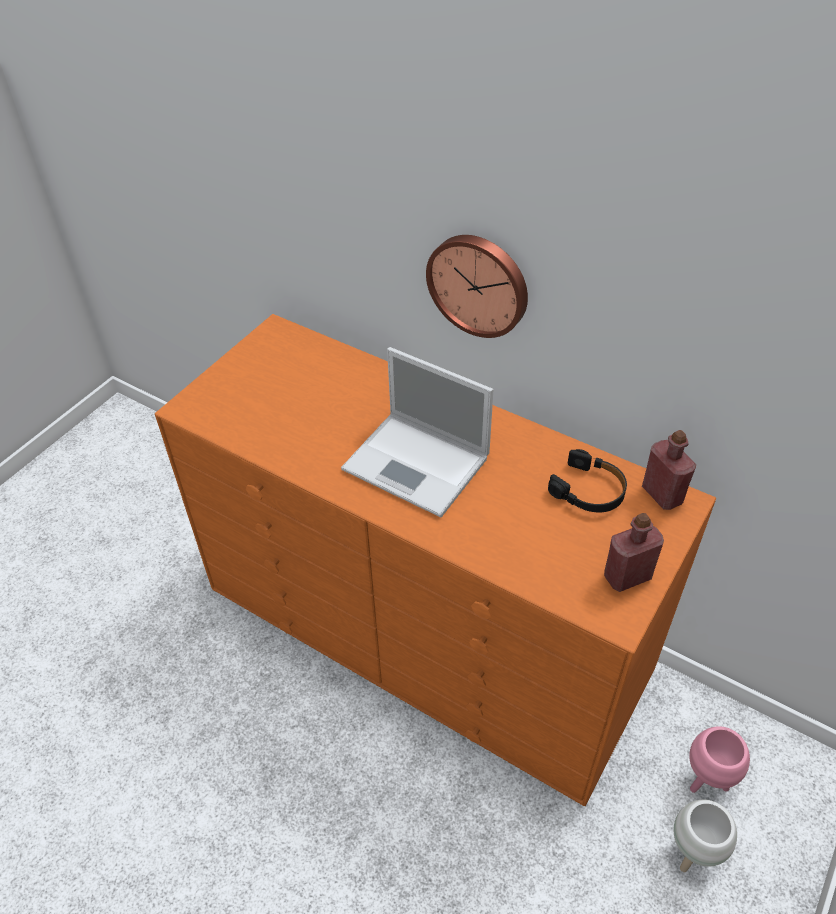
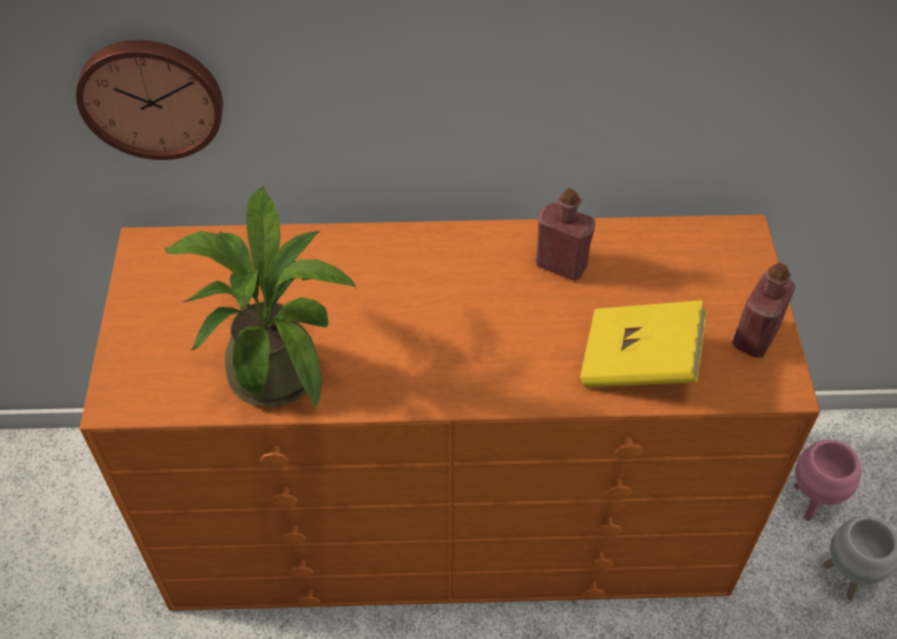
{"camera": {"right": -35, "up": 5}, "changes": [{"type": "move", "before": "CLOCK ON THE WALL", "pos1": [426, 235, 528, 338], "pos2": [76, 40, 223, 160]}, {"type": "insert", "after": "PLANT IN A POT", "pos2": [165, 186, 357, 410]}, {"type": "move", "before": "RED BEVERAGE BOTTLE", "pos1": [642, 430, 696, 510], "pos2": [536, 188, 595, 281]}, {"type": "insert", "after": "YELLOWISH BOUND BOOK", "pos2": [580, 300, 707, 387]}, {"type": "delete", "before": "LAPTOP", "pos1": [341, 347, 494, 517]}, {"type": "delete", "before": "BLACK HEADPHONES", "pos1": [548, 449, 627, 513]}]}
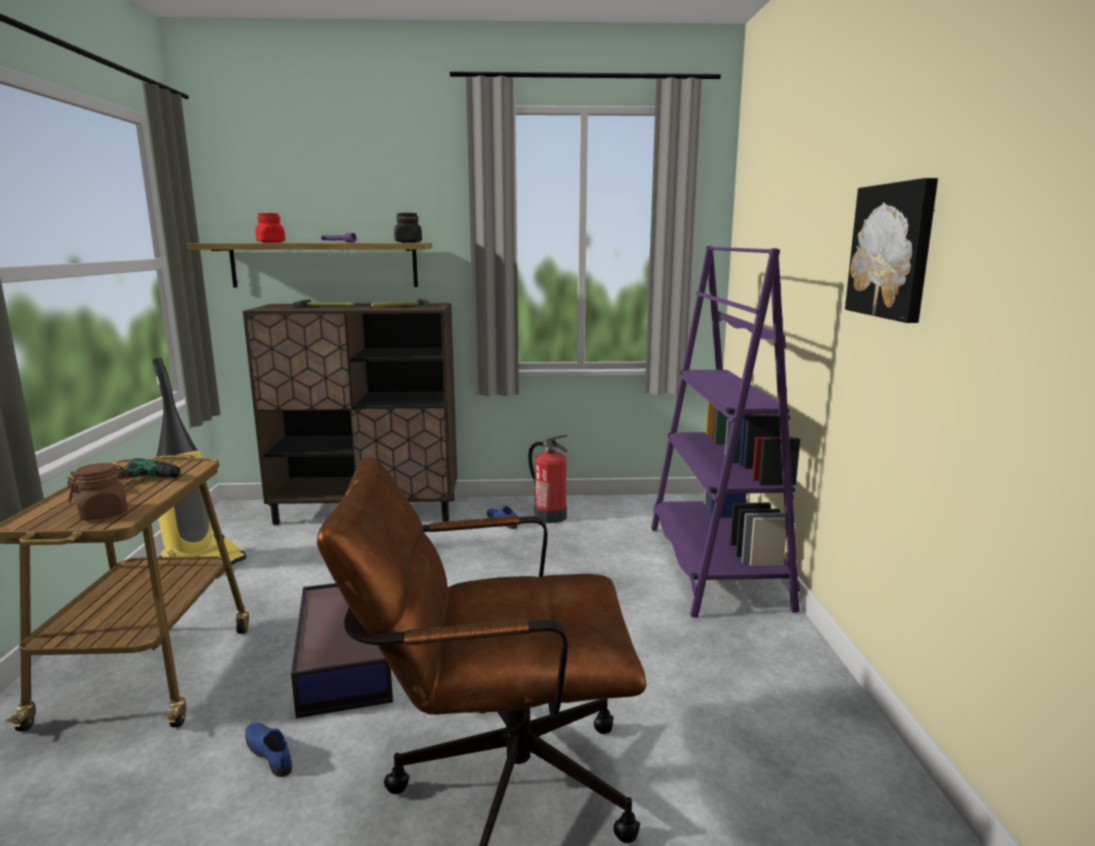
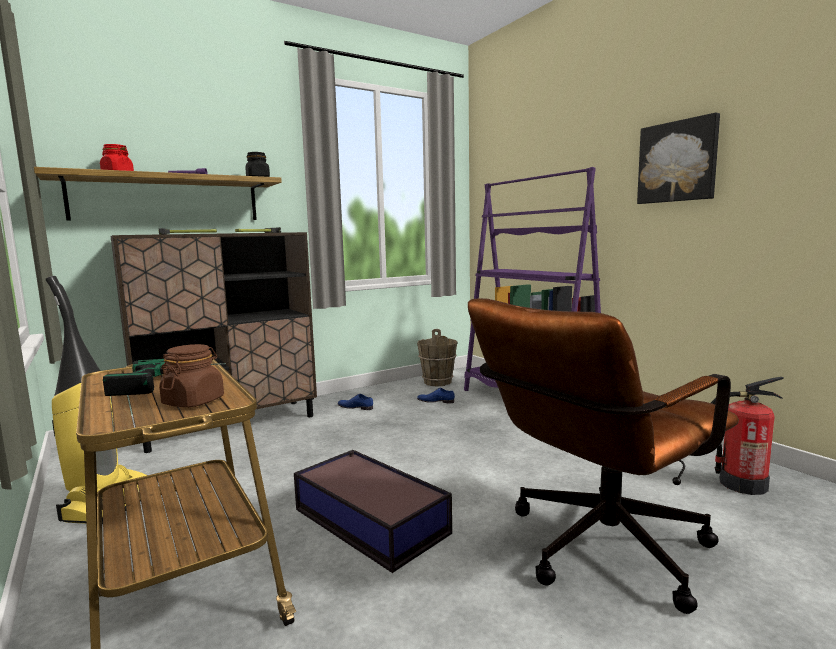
{"camera": {"right": -30, "up": -5}, "changes": [{"type": "insert", "after": "BROWN-COLOURED WATER BUCKET", "pos2": [417, 329, 457, 387]}, {"type": "move", "before": "BLUE-COLOURED SHOE", "pos1": [245, 723, 292, 777], "pos2": [417, 388, 455, 403]}, {"type": "move", "before": "EXTINGUISHER", "pos1": [528, 435, 568, 523], "pos2": [711, 377, 784, 495]}]}
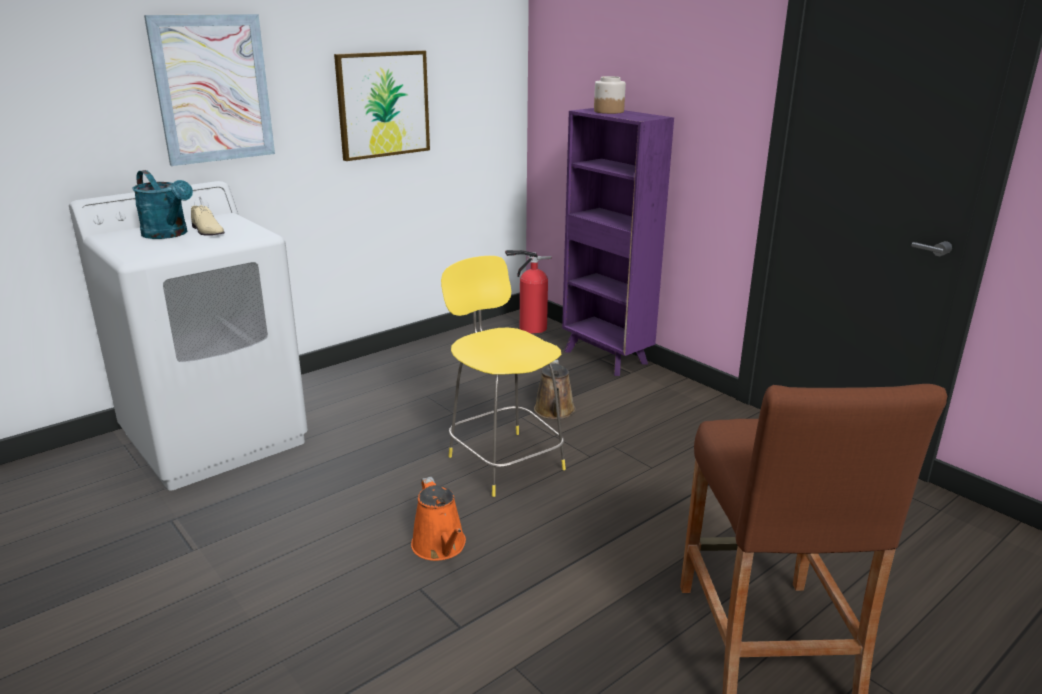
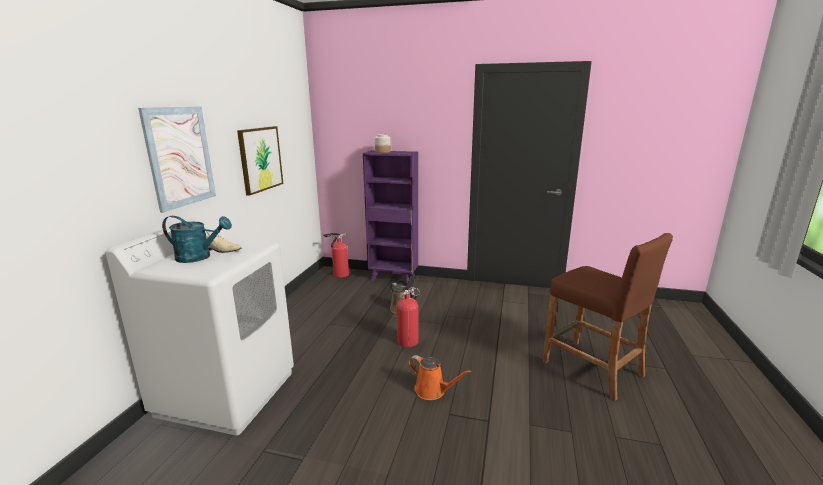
{"camera": {"right": -35, "up": -5}, "changes": [{"type": "replace", "before": "YELLOWISH STOOL SEAT", "after": "EXTINGUISHER", "pos1": [441, 256, 566, 497], "pos2": [397, 276, 420, 347]}]}
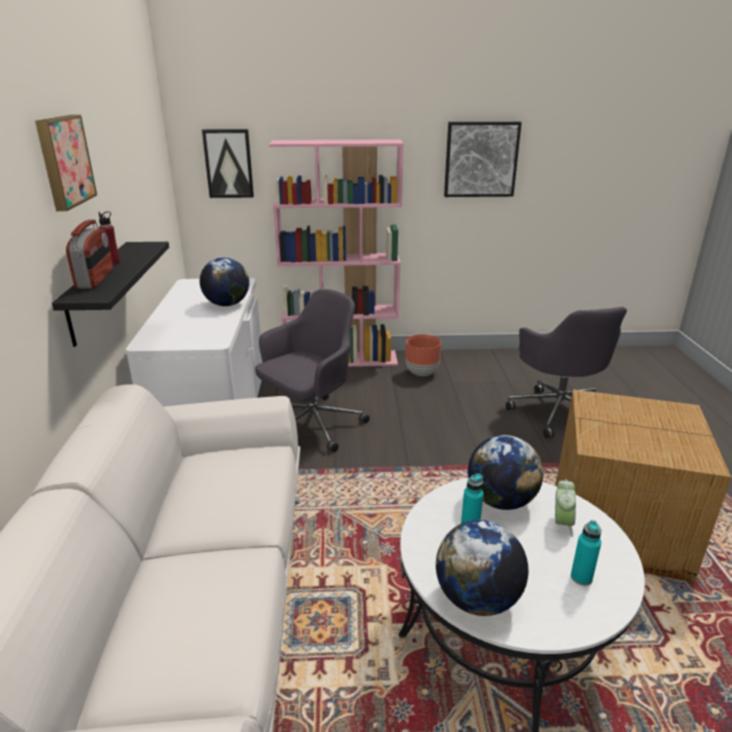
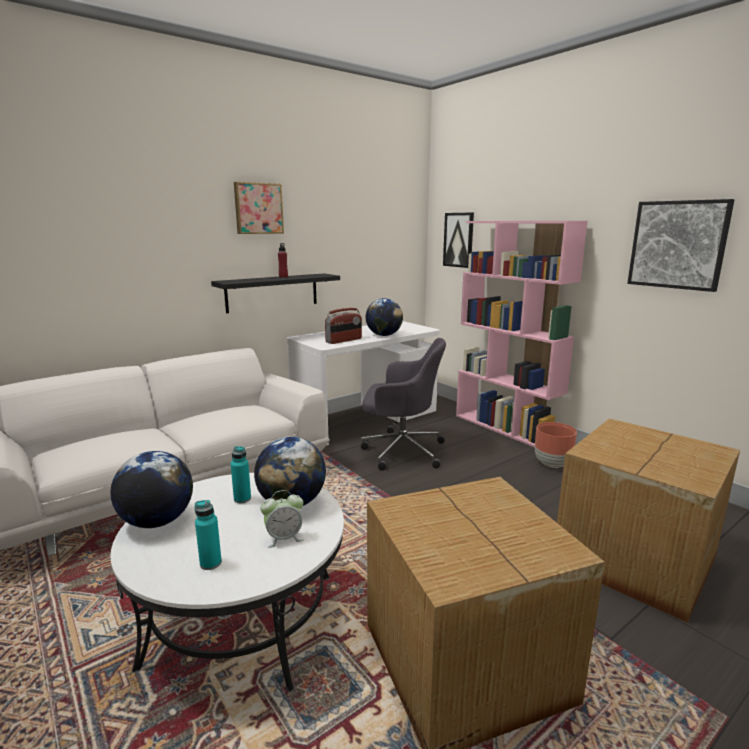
{"camera": {"right": 55, "up": -10}, "changes": [{"type": "move", "before": "RADIO", "pos1": [66, 219, 113, 289], "pos2": [325, 308, 362, 344]}, {"type": "replace", "before": "GREY DESK CHAIR", "after": "PACKING BOX", "pos1": [506, 307, 627, 438], "pos2": [557, 418, 740, 623]}]}
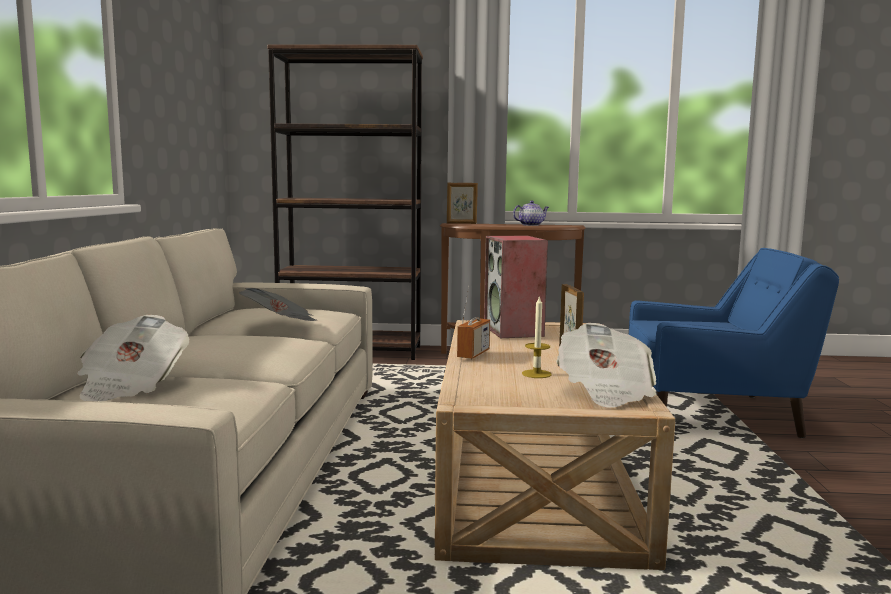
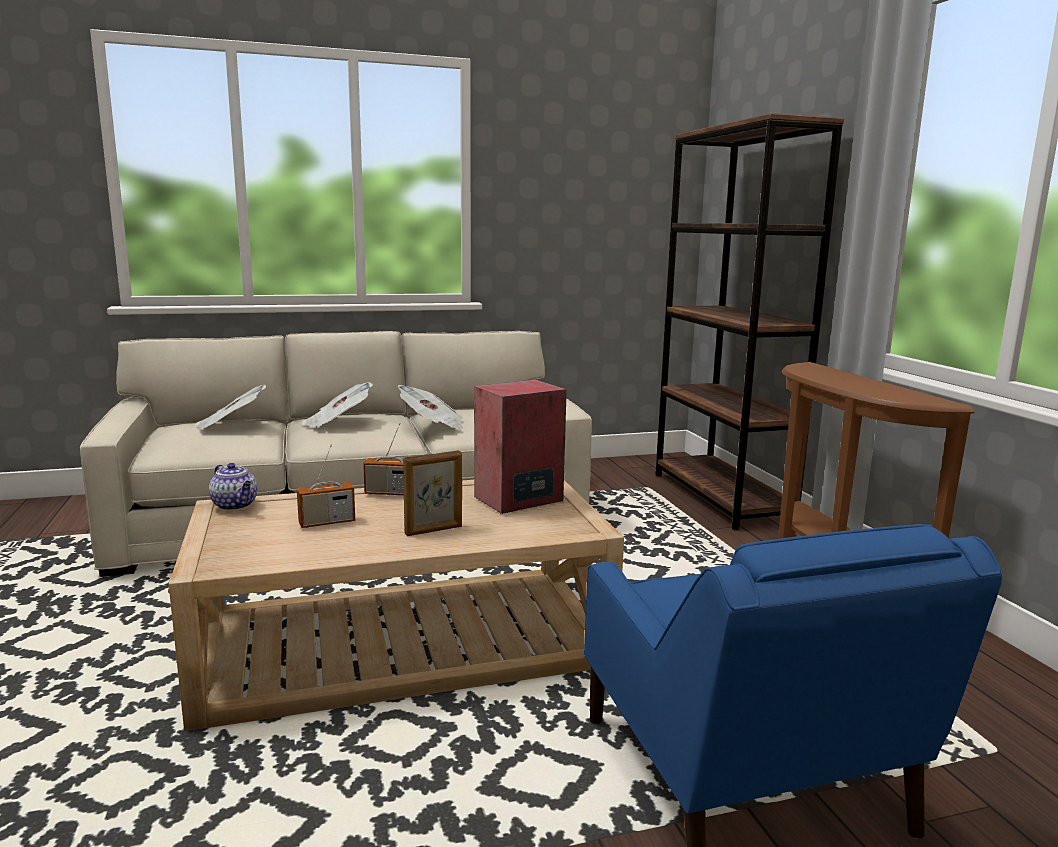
{"camera": {"right": 70, "up": 5}, "changes": [{"type": "move", "before": "POT FOR TEA", "pos1": [513, 200, 549, 226], "pos2": [209, 463, 258, 510]}, {"type": "replace", "before": "WAX LIGHT", "after": "RADIO", "pos1": [522, 295, 552, 378], "pos2": [297, 444, 355, 528]}, {"type": "move", "before": "PRINTED PAPER", "pos1": [556, 323, 656, 408], "pos2": [301, 382, 373, 428]}, {"type": "delete", "before": "PHOTO FRAME", "pos1": [447, 183, 478, 224]}]}
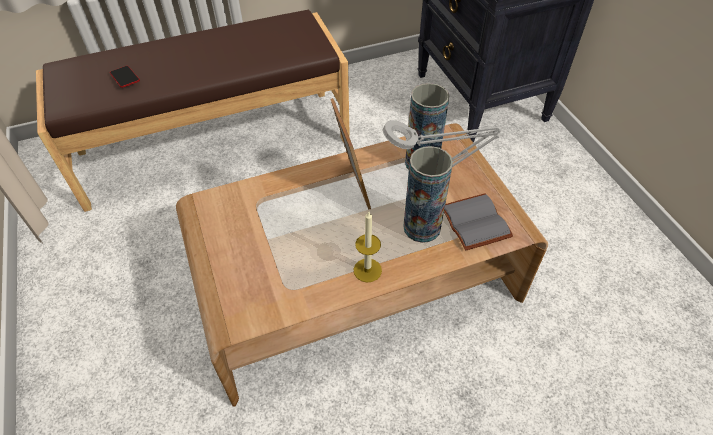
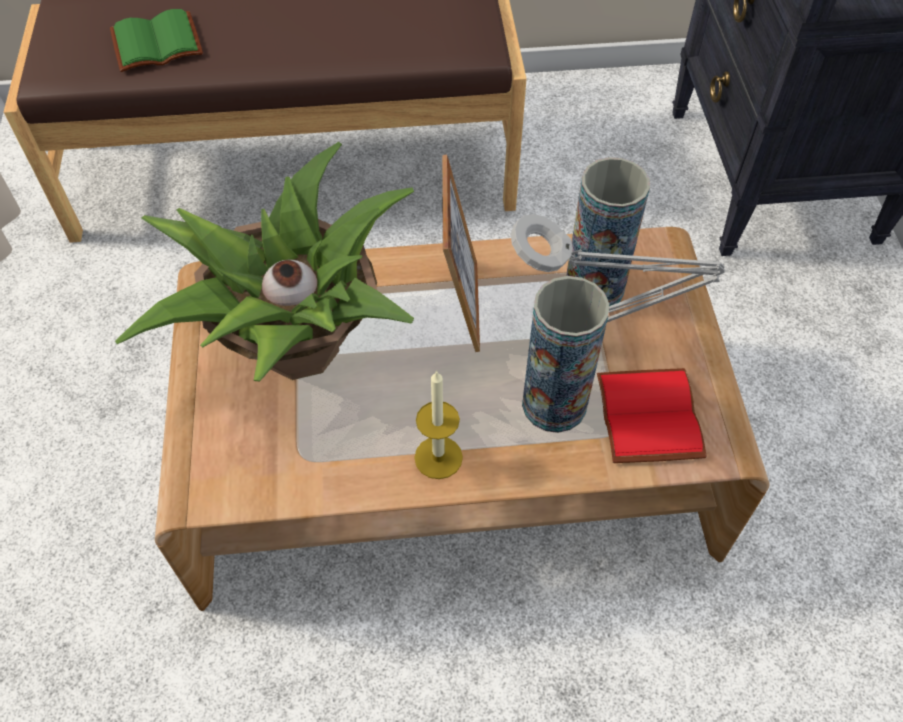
{"camera": {"right": 15, "up": 5}, "changes": [{"type": "replace", "before": "TELEPHONE", "after": "GREEN-COLOURED BOUND BOOK", "pos1": [110, 66, 140, 88], "pos2": [110, 9, 203, 72]}, {"type": "insert", "after": "PLANT IN A POT", "pos2": [115, 142, 414, 381]}, {"type": "recolor", "before": "GREY BOUND BOOK", "after": "RED BOUND BOOK", "pos1": [444, 193, 513, 251], "pos2": [597, 368, 707, 463]}]}
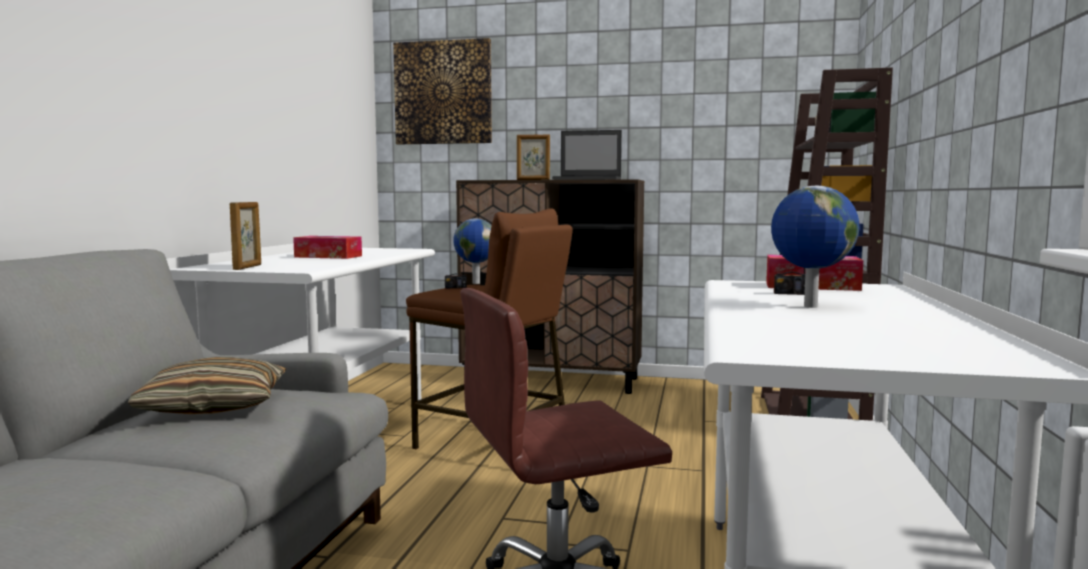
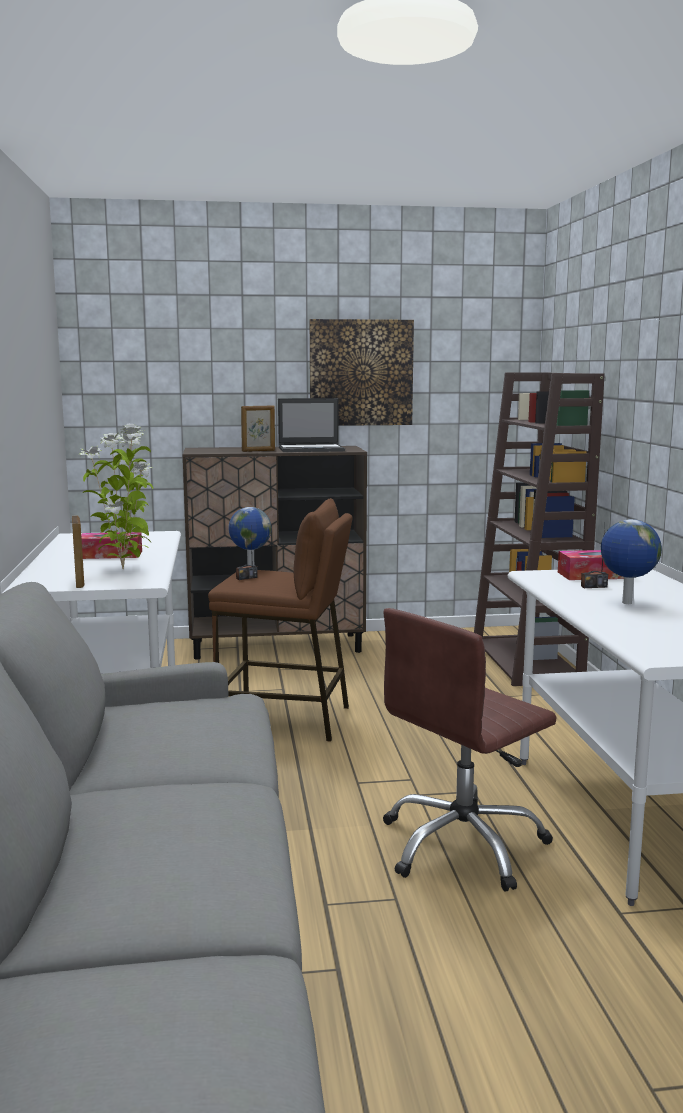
{"camera": {"right": -20, "up": 5}, "changes": [{"type": "insert", "after": "PLANT IN A POT", "pos2": [79, 424, 153, 569]}, {"type": "move", "before": "WALL PICTURE", "pos1": [393, 38, 492, 144], "pos2": [310, 319, 414, 426]}, {"type": "delete", "before": "CUSHION", "pos1": [128, 357, 287, 414]}]}
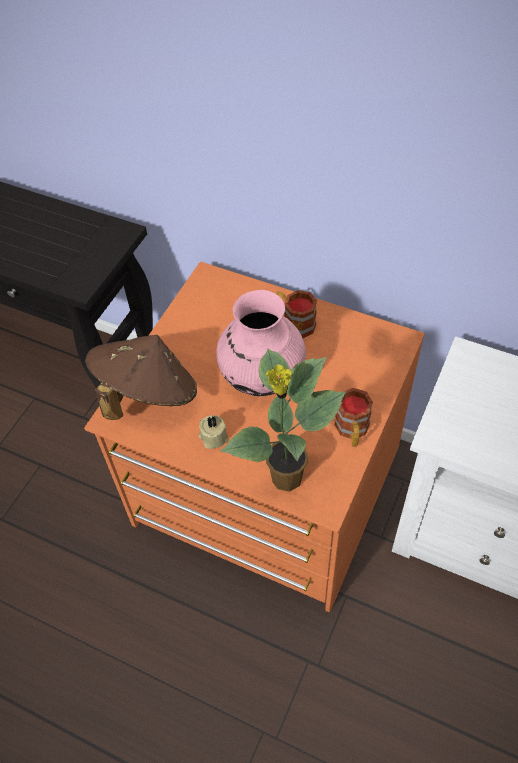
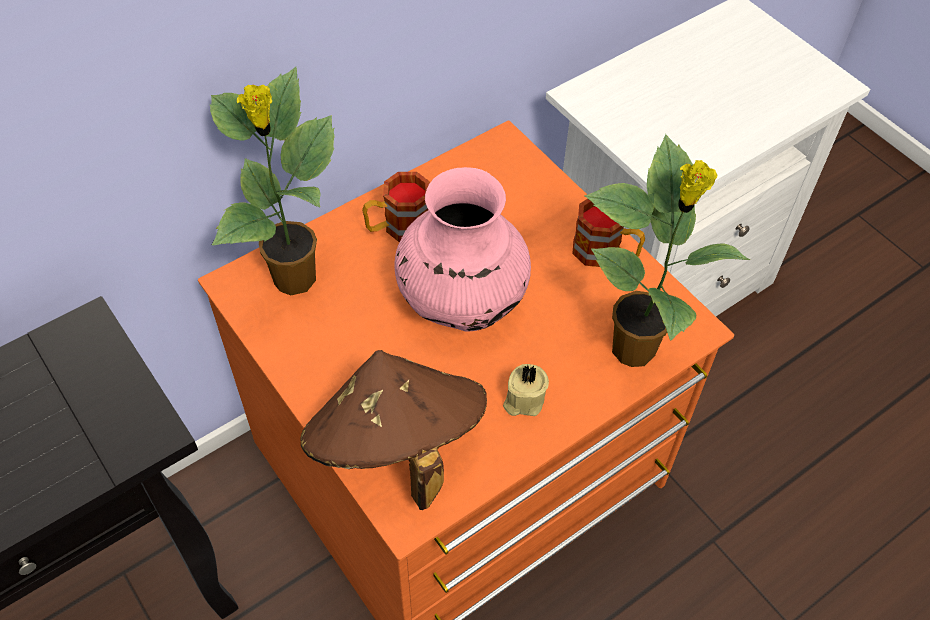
{"camera": {"right": -65, "up": 0}, "changes": [{"type": "insert", "after": "PLANT IN A POT", "pos2": [209, 67, 335, 296]}]}
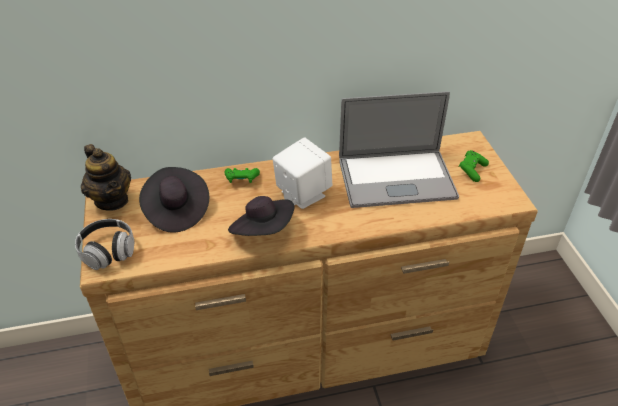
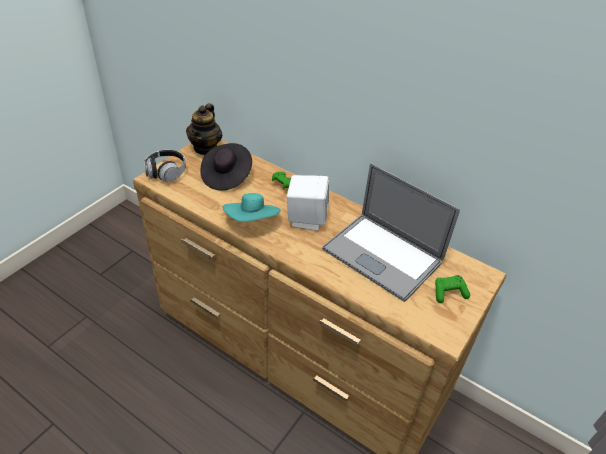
{"camera": {"right": 45, "up": 0}, "changes": [{"type": "recolor", "before": "BLACK WEARABLE HAT", "after": "TURQUOISE-COLOURED WEARABLE HAT", "pos1": [228, 196, 295, 236], "pos2": [223, 193, 281, 222]}]}
